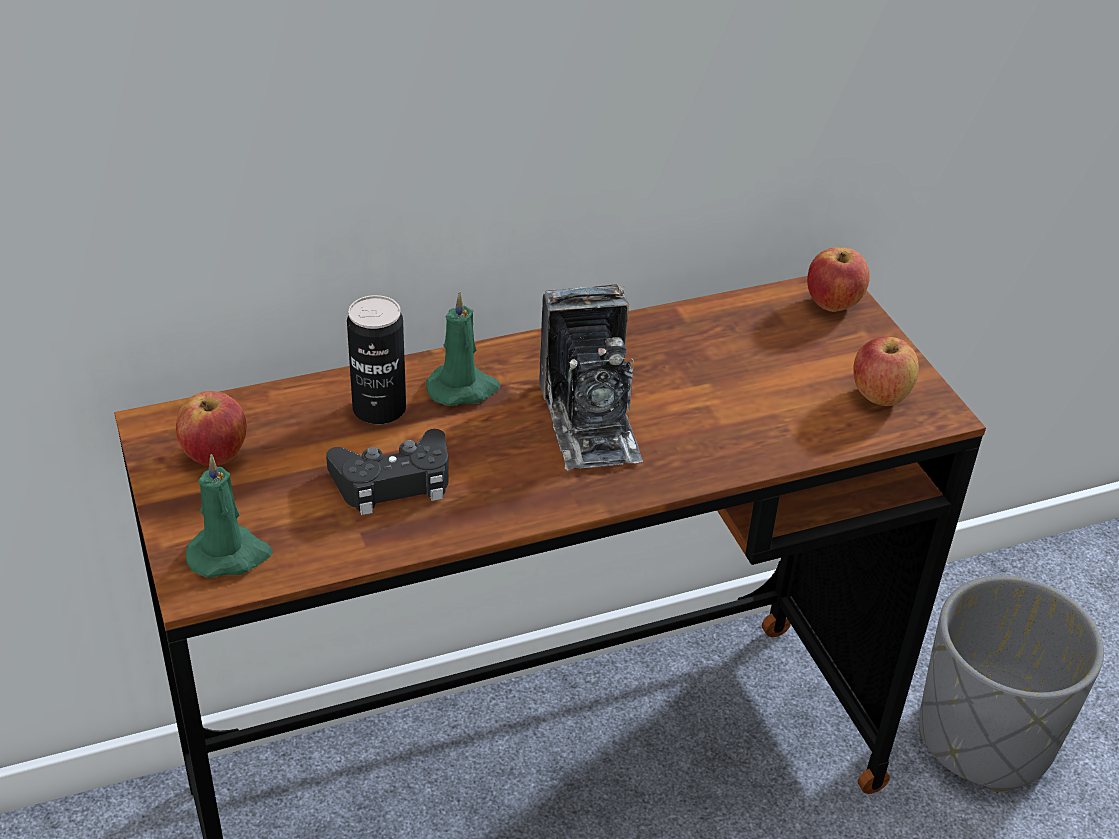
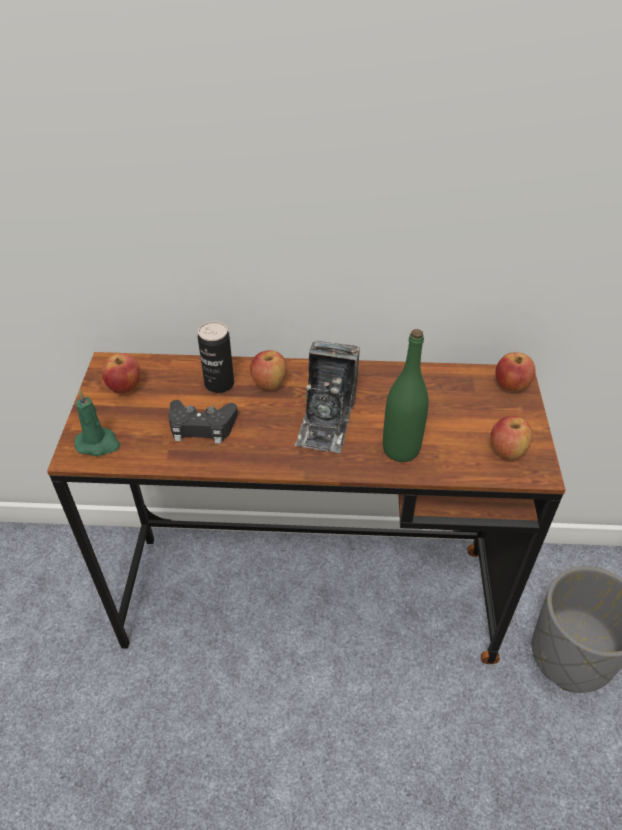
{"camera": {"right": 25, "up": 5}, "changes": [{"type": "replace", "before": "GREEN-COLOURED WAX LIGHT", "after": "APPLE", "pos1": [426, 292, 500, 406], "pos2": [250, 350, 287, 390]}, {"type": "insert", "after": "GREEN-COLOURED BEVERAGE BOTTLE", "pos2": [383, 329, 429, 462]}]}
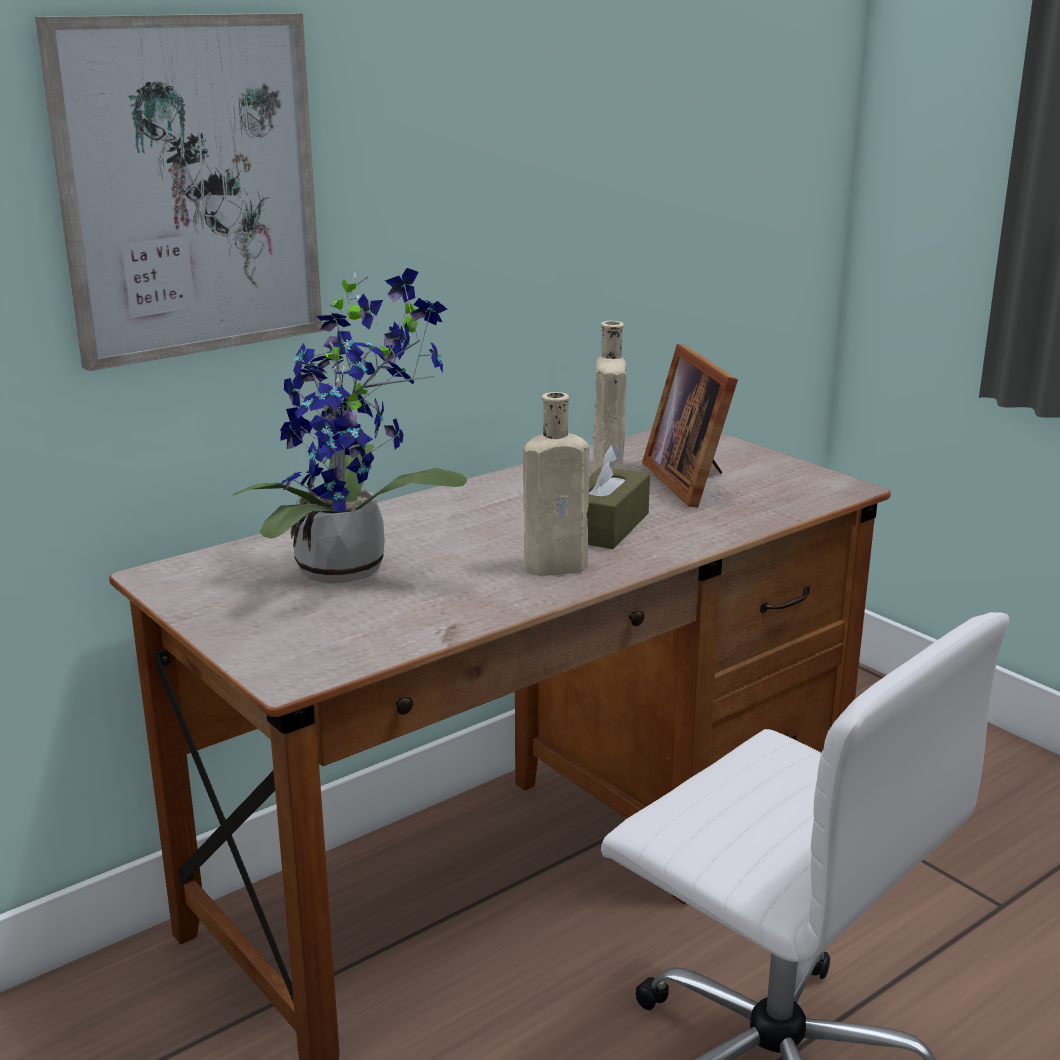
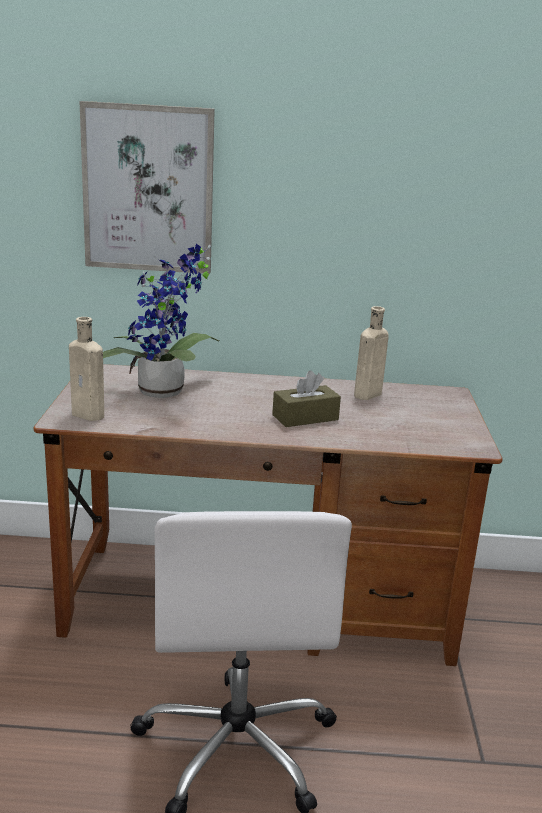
{"camera": {"right": 40, "up": 0}, "changes": [{"type": "move", "before": "BEIGE-COLOURED BEVERAGE BOTTLE", "pos1": [523, 392, 589, 576], "pos2": [69, 317, 104, 421]}, {"type": "delete", "before": "PHOTO FRAME", "pos1": [642, 344, 738, 508]}]}
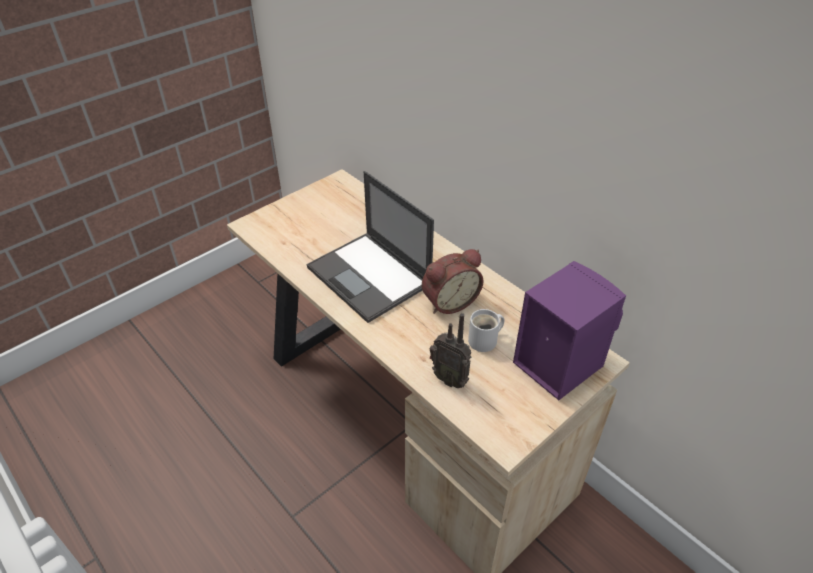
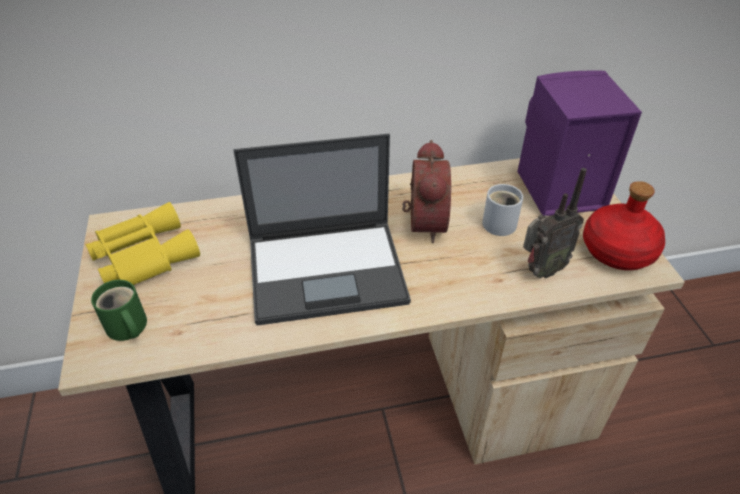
{"camera": {"right": -60, "up": 0}, "changes": [{"type": "insert", "after": "YELLOWISH FIELD GLASSES", "pos2": [85, 202, 200, 285]}, {"type": "insert", "after": "GREEN-COLOURED TEA MUG", "pos2": [91, 280, 147, 341]}, {"type": "insert", "after": "RED BEVERAGE BOTTLE", "pos2": [583, 181, 665, 270]}]}
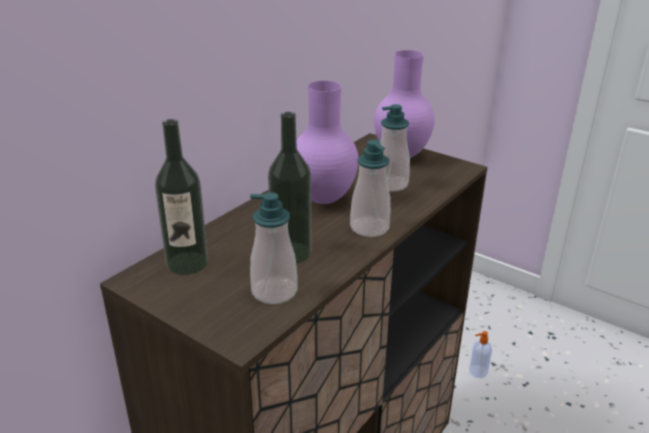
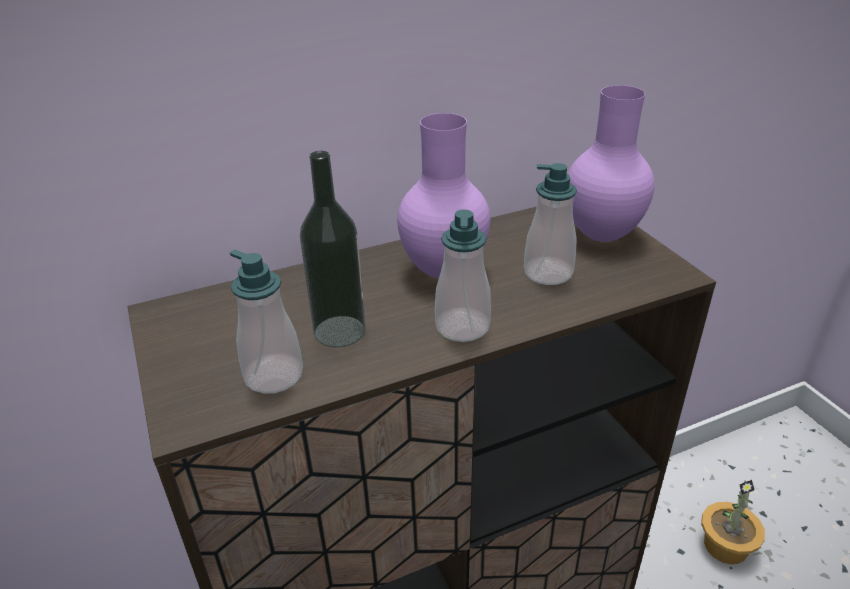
{"camera": {"right": 30, "up": 5}, "changes": [{"type": "replace", "before": "LIQUID SOAP BOTTLE", "after": "PLANT IN A POT", "pos1": [469, 331, 492, 378], "pos2": [701, 480, 765, 564]}, {"type": "delete", "before": "BEVERAGE BOTTLE", "pos1": [155, 119, 208, 275]}]}
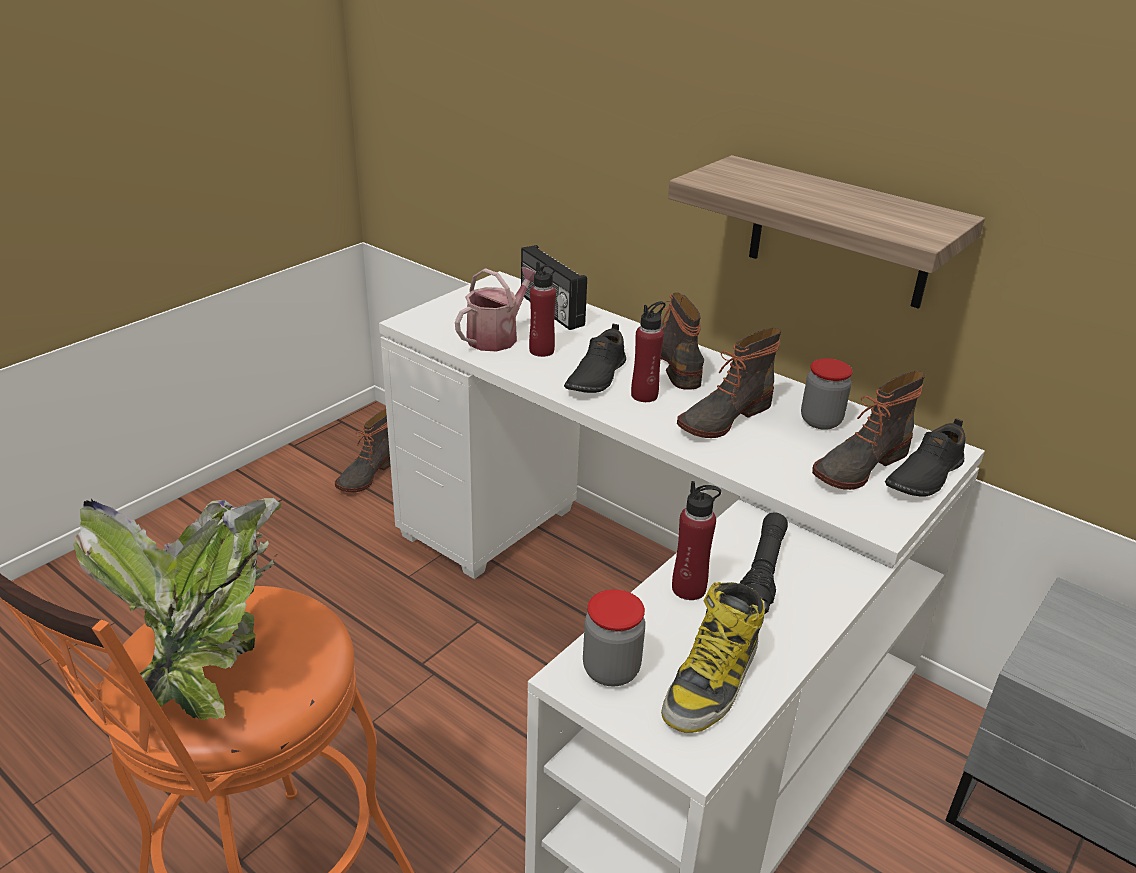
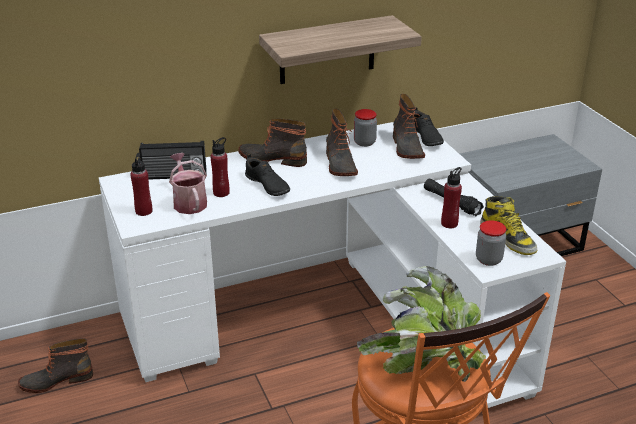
{"camera": {"right": -60, "up": 0}, "changes": [{"type": "rotate", "before": "BOOT", "pos1": [335, 409, 391, 493], "pos2": [18, 338, 93, 393], "turn": 105}, {"type": "move", "before": "RED BEVERAGE BOTTLE", "pos1": [631, 301, 666, 402], "pos2": [130, 153, 152, 216]}]}
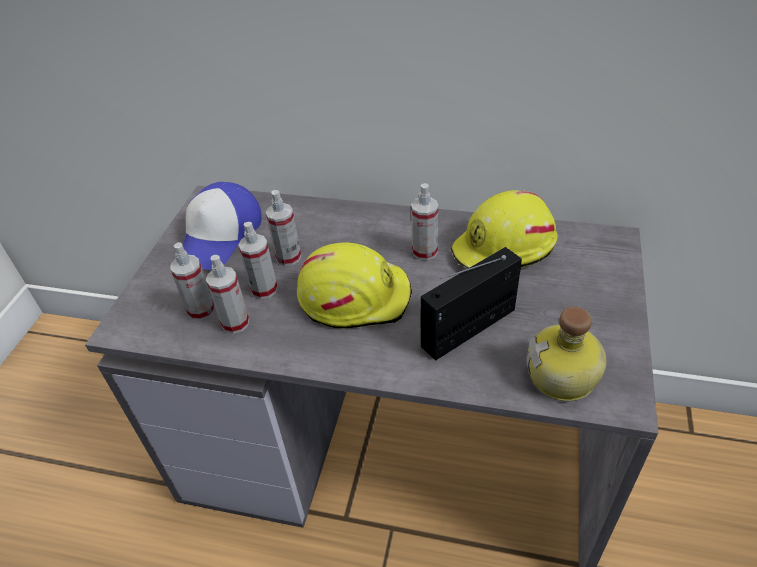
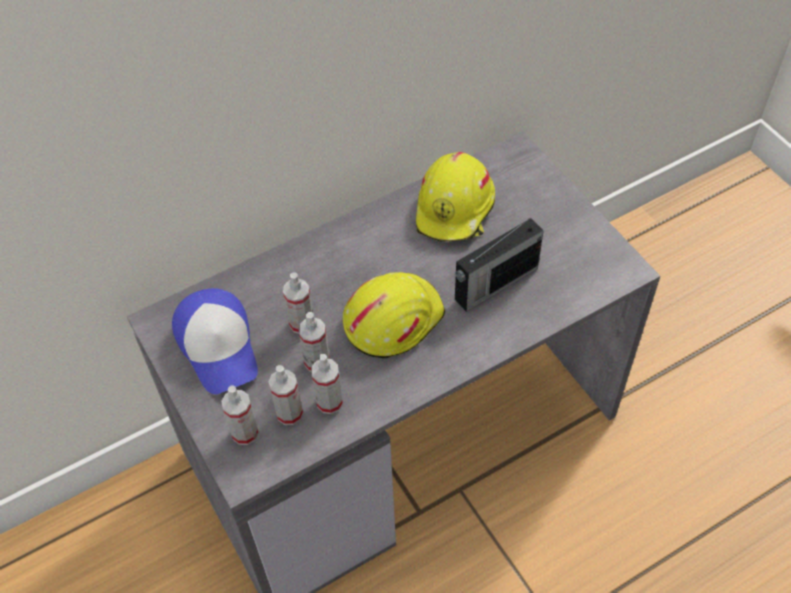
{"camera": {"right": -45, "up": 10}, "changes": [{"type": "move", "before": "SPRAY BOTTLE", "pos1": [411, 183, 438, 260], "pos2": [221, 385, 259, 445]}, {"type": "rotate", "before": "RADIO", "pos1": [421, 247, 522, 361], "pos2": [455, 218, 544, 312], "turn": -135}, {"type": "delete", "before": "BEVERAGE BOTTLE", "pos1": [527, 306, 606, 401]}]}
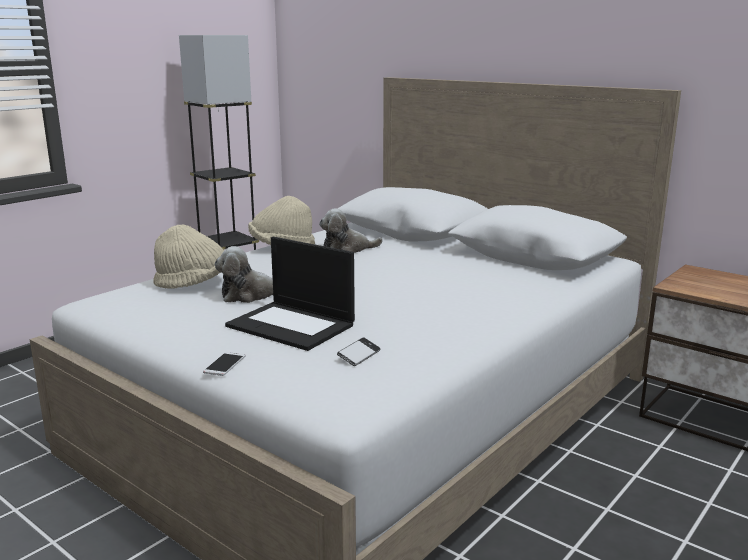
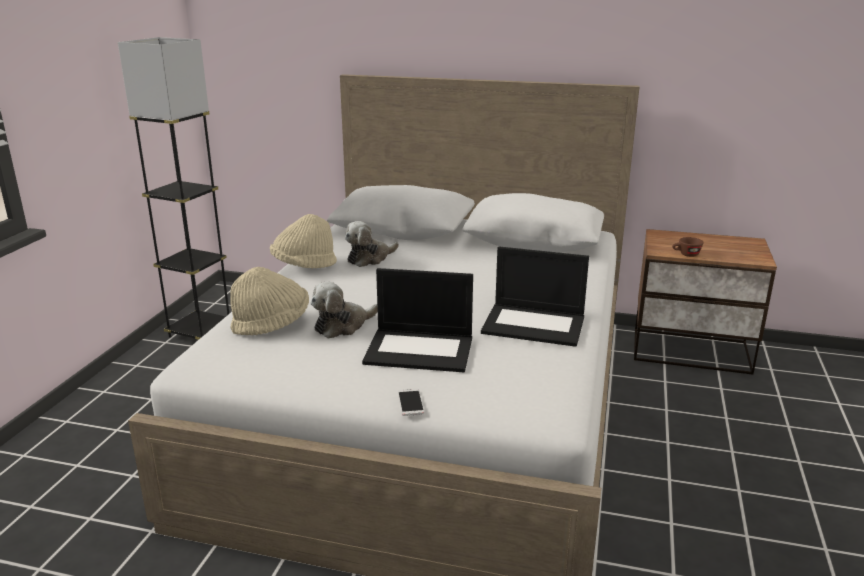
{"camera": {"right": -25, "up": 5}, "changes": [{"type": "insert", "after": "LAPTOP", "pos2": [481, 246, 589, 347]}, {"type": "insert", "after": "BROWN-COLOURED CUP", "pos2": [672, 237, 704, 257]}, {"type": "delete", "before": "TELEPHONE", "pos1": [337, 337, 381, 366]}]}
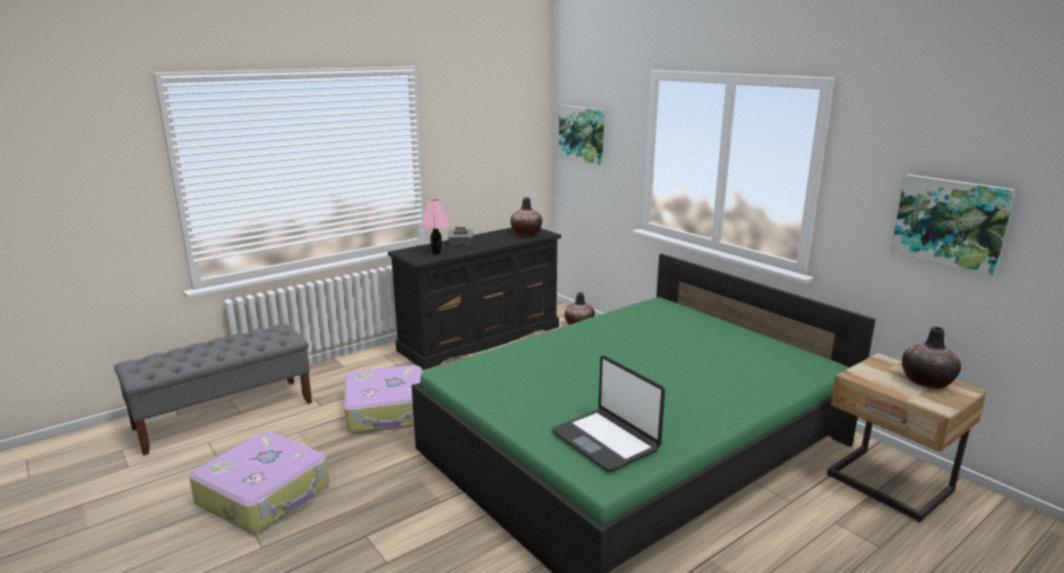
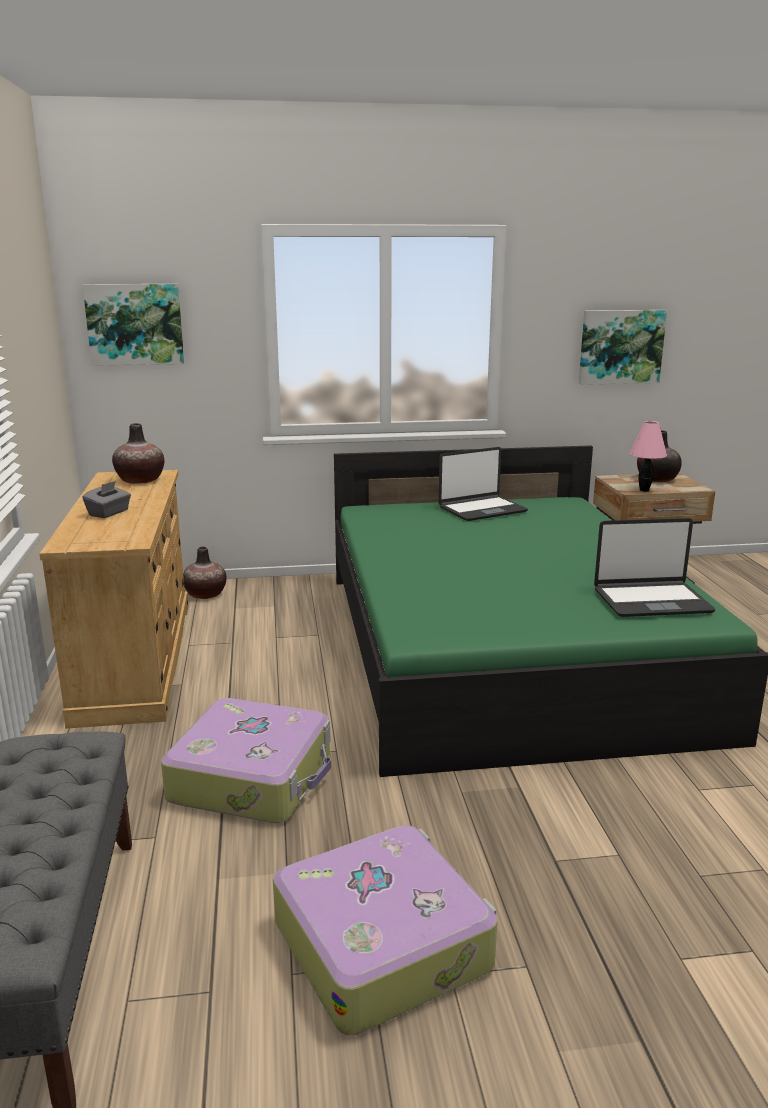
{"camera": {"right": -60, "up": 0}, "changes": [{"type": "recolor", "before": "BLACK CHEST OF DRAWERS", "after": "BEIGE-COLOURED CHEST OF DRAWERS", "pos1": [388, 227, 561, 370], "pos2": [39, 470, 189, 729]}, {"type": "insert", "after": "LAPTOP", "pos2": [439, 447, 528, 521]}, {"type": "move", "before": "PINK-COLOURED TABLETOP LAMP", "pos1": [421, 199, 450, 254], "pos2": [629, 421, 667, 492]}]}
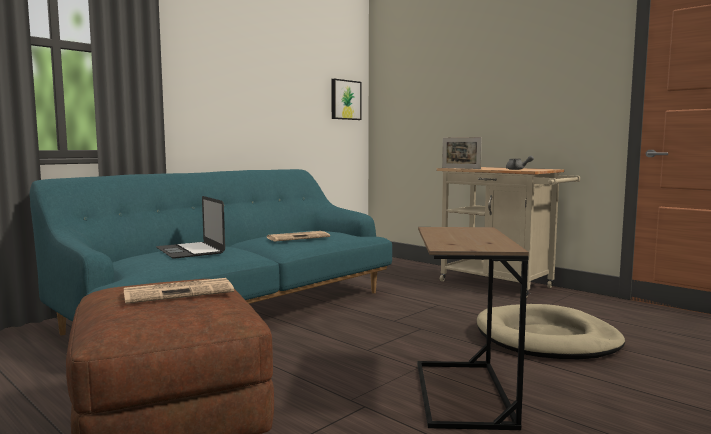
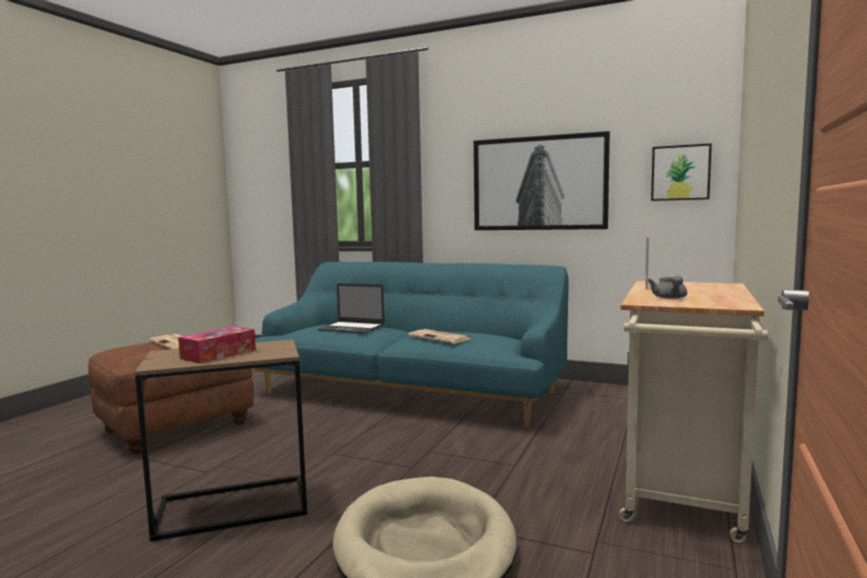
{"camera": {"right": 70, "up": 0}, "changes": [{"type": "insert", "after": "BOX OF TISSUES", "pos2": [178, 326, 256, 364]}, {"type": "rotate", "before": "LAPTOP", "pos1": [156, 196, 225, 258], "pos2": [317, 283, 384, 333], "turn": -105}, {"type": "insert", "after": "WALL PICTURE", "pos2": [474, 131, 610, 230]}]}
